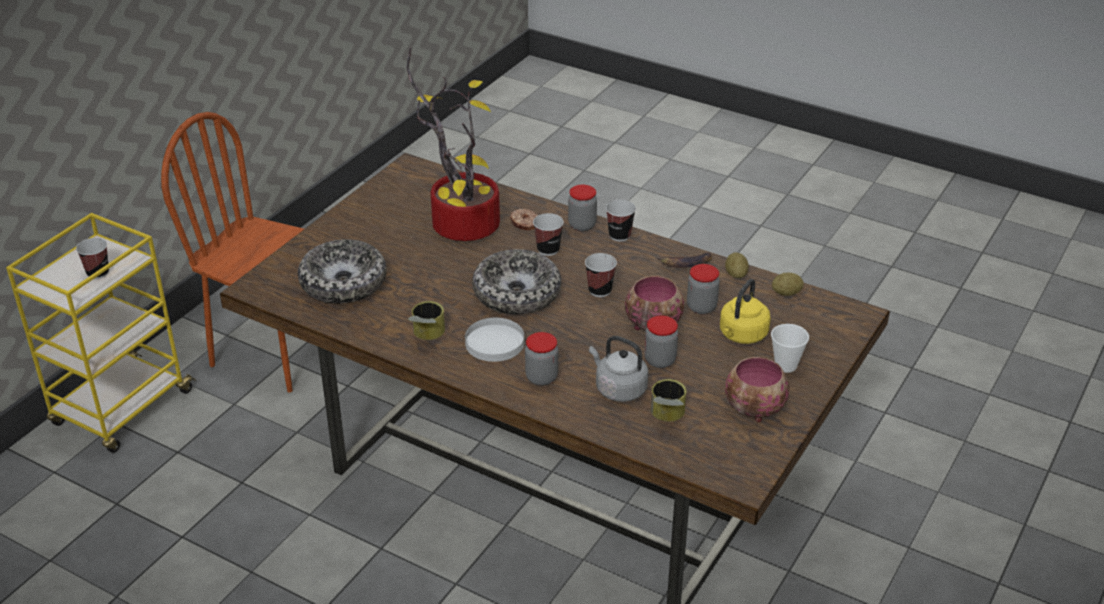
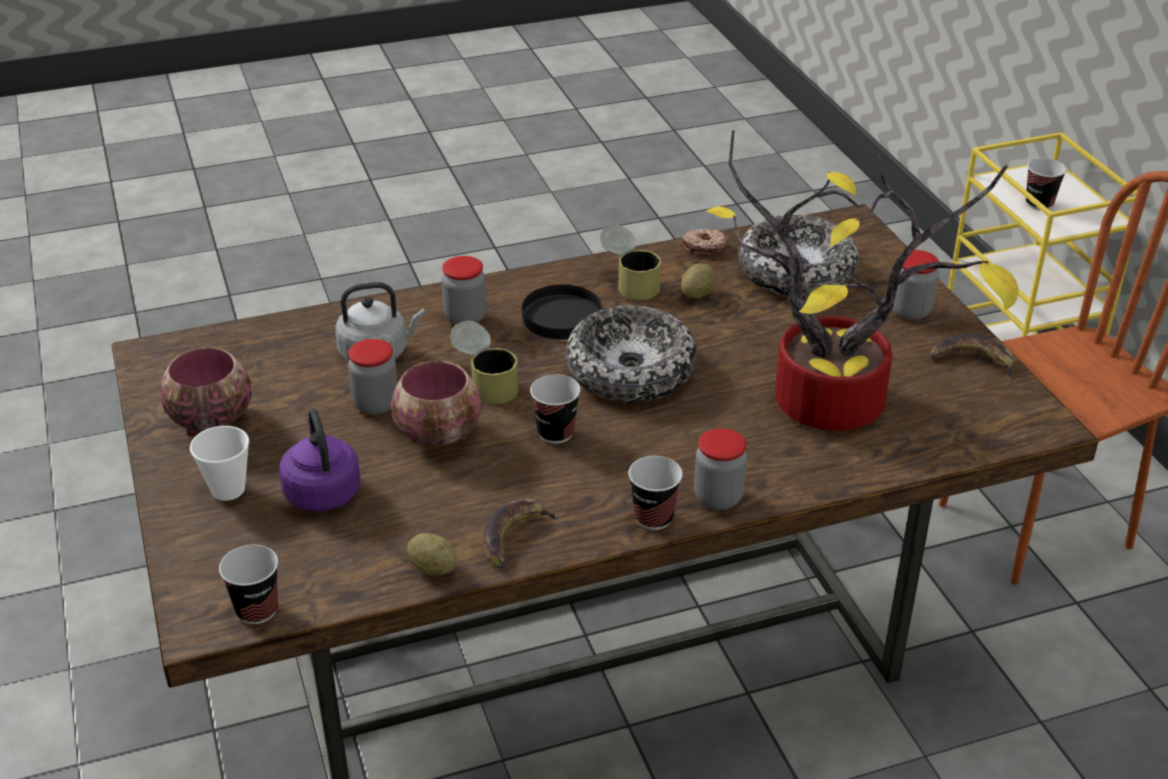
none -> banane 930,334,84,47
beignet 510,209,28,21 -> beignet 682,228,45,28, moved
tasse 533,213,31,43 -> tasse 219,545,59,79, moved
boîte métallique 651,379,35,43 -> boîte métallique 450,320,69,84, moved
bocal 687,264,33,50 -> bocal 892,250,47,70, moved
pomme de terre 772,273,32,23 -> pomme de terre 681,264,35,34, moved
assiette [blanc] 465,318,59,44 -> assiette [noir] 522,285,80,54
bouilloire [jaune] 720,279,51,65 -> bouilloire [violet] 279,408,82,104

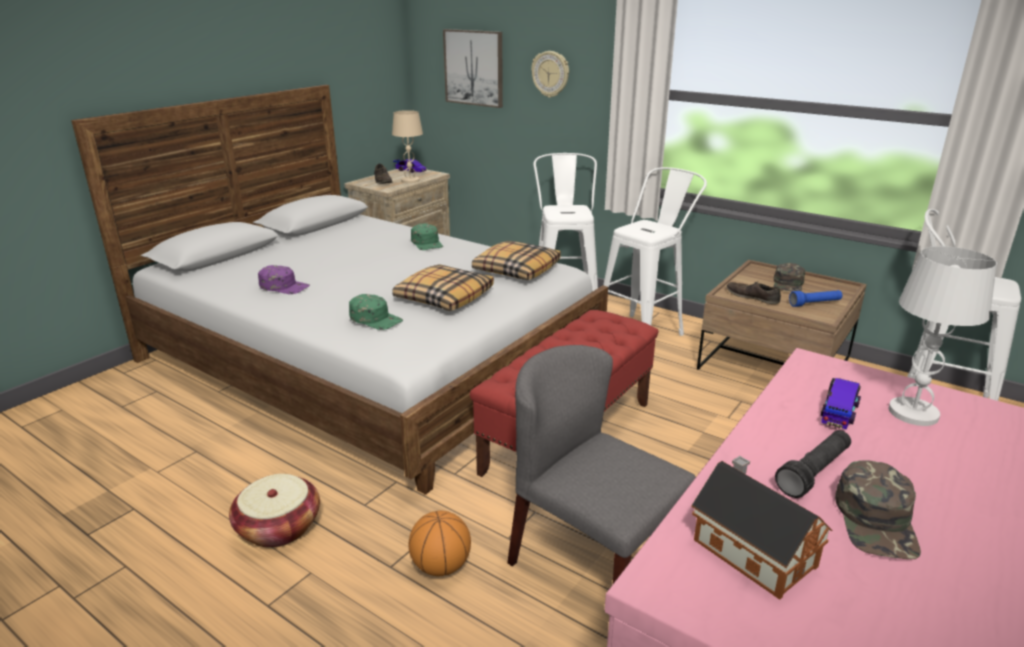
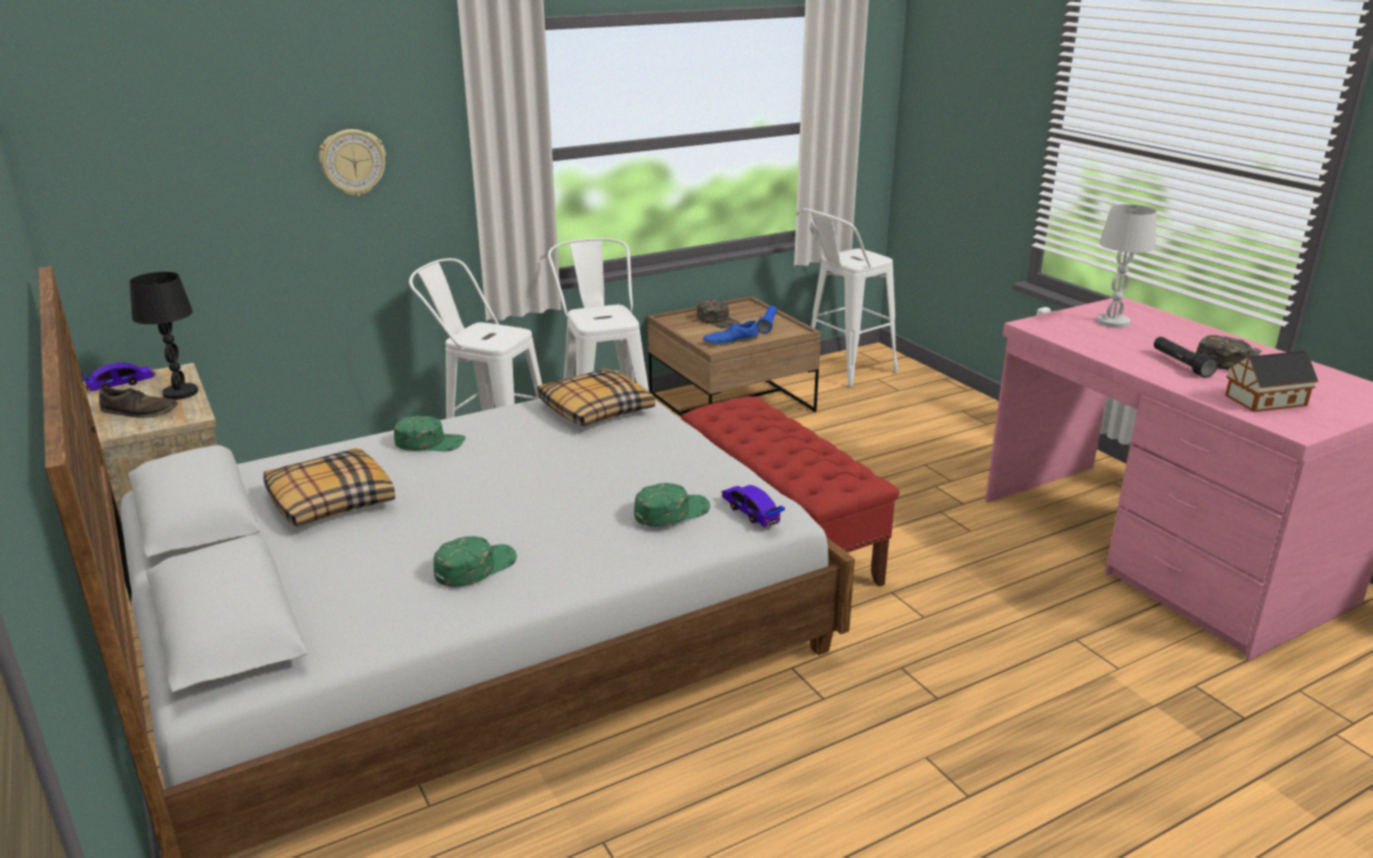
panier 229,474,91,74 -> none
ballon de basket 409,511,62,65 -> none
tableau 443,29,60,79 -> none
chaise [gris] 507,345,189,238 -> none
coussin 392,264,102,47 -> coussin 263,448,132,79, moved
petite voiture 821,378,40,51 -> petite voiture 721,485,64,42, moved
casquette [violet] 258,265,52,29 -> casquette [vert] 434,536,83,51
lampe de table [beige] 392,110,31,73 -> lampe de table [noir] 129,272,69,128
chaussure [marron] 727,282,54,22 -> chaussure [bleu] 703,320,55,26

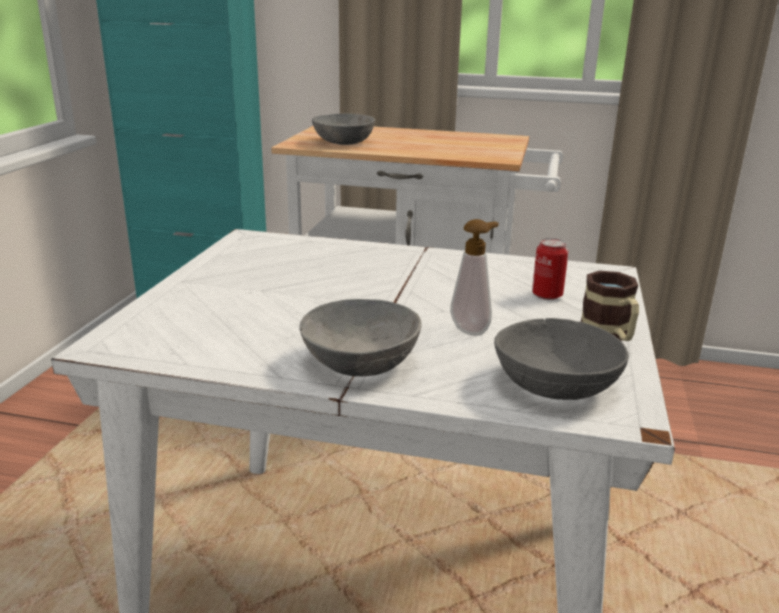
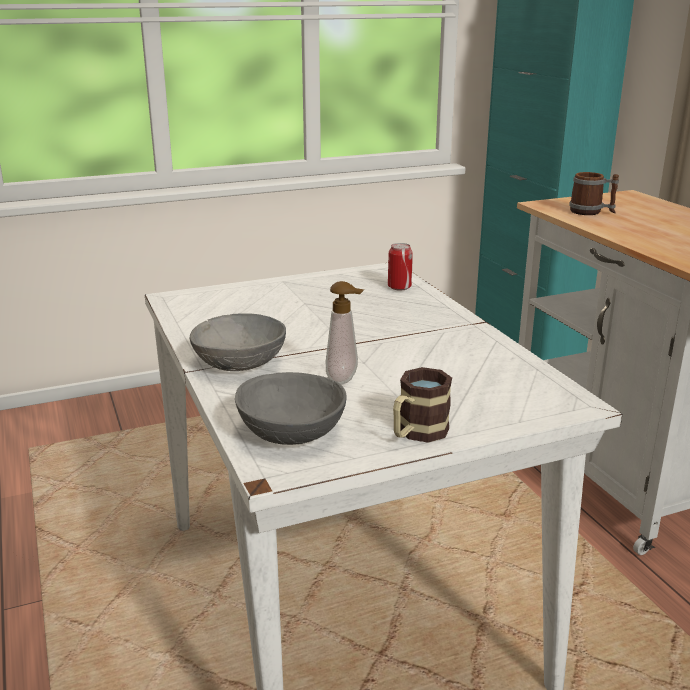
boîte métallique 532,238,36,62 -> boîte métallique 388,243,25,48, moved
bol [gris] 312,114,63,31 -> mug 569,172,50,43

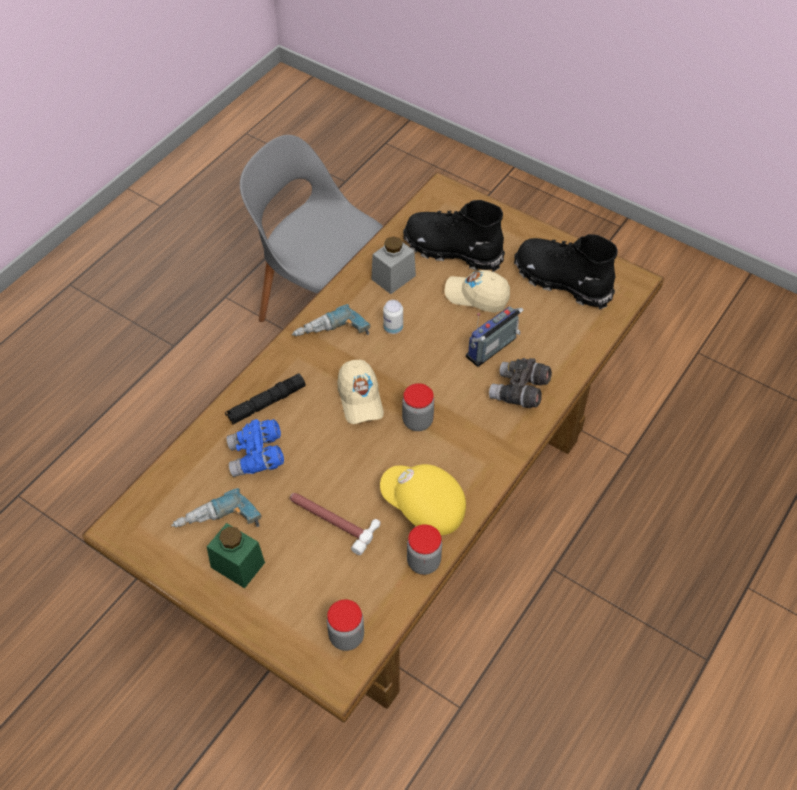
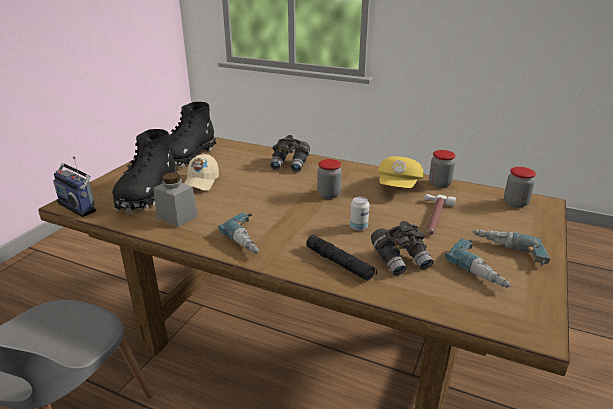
casquette [beige] 337,360,47,64 -> none
boîte métallique 383,300,20,34 -> boîte métallique 350,197,19,34, moved
radio 466,307,57,60 -> radio 53,156,43,61, moved
bocal [vert] 207,523,58,65 -> perceuse 473,229,77,36
jumelles [bleu] 226,419,58,58 -> jumelles [gris] 371,221,62,54

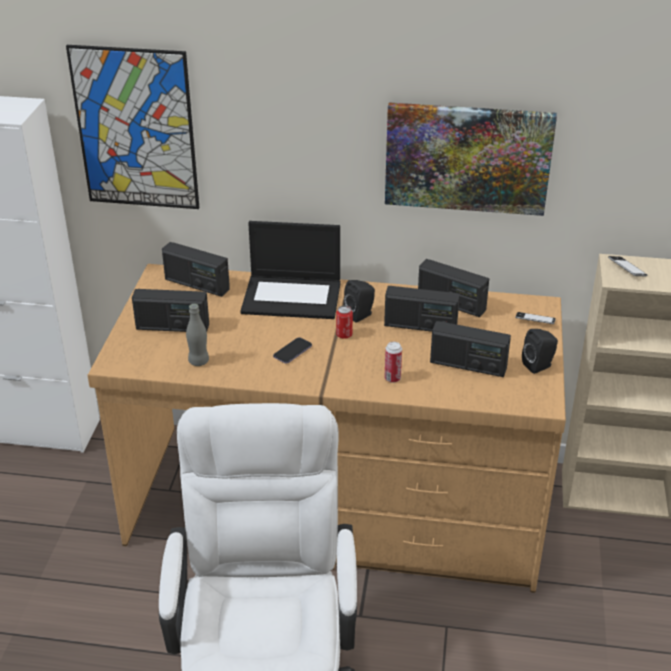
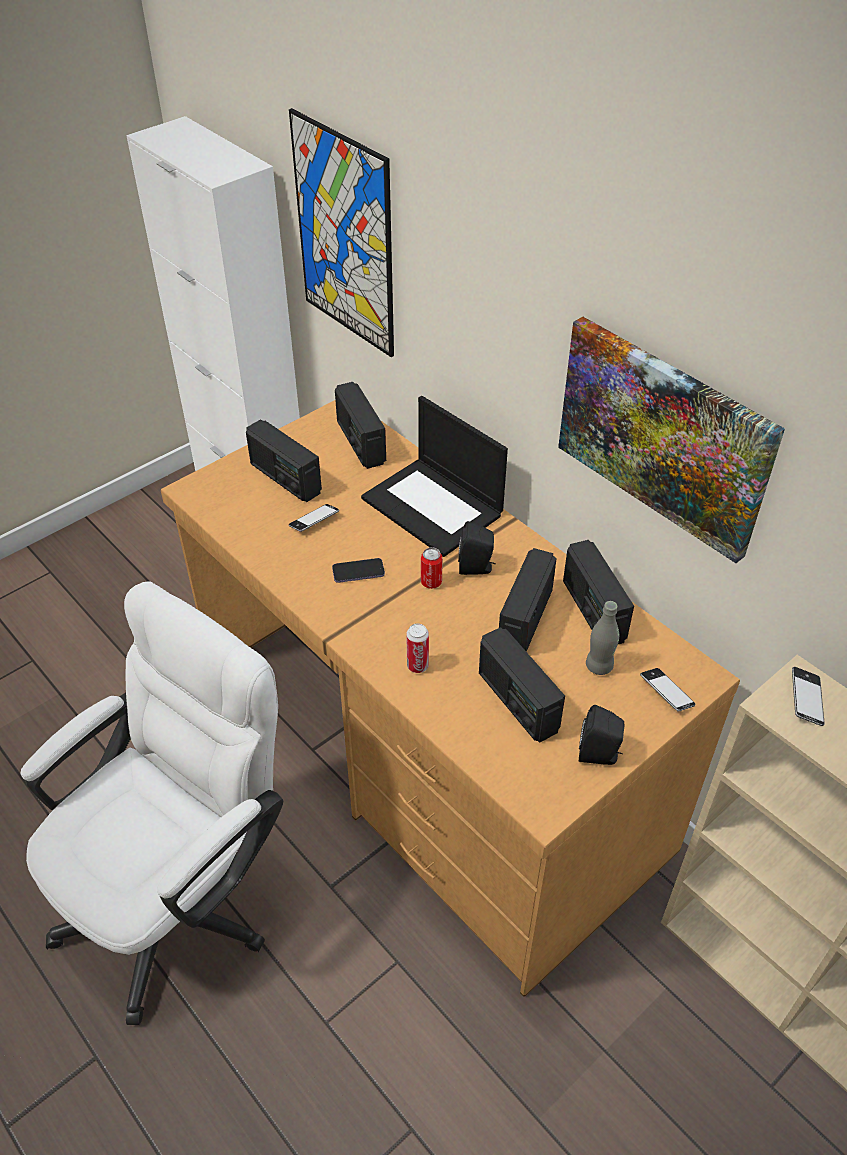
none -> téléphone 289,504,50,28
bouteille [gris] 186,304,23,62 -> bouteille [gris] 586,601,33,74, moved
radio 384,286,76,46 -> radio 499,548,58,104, 60 degrees clockwise

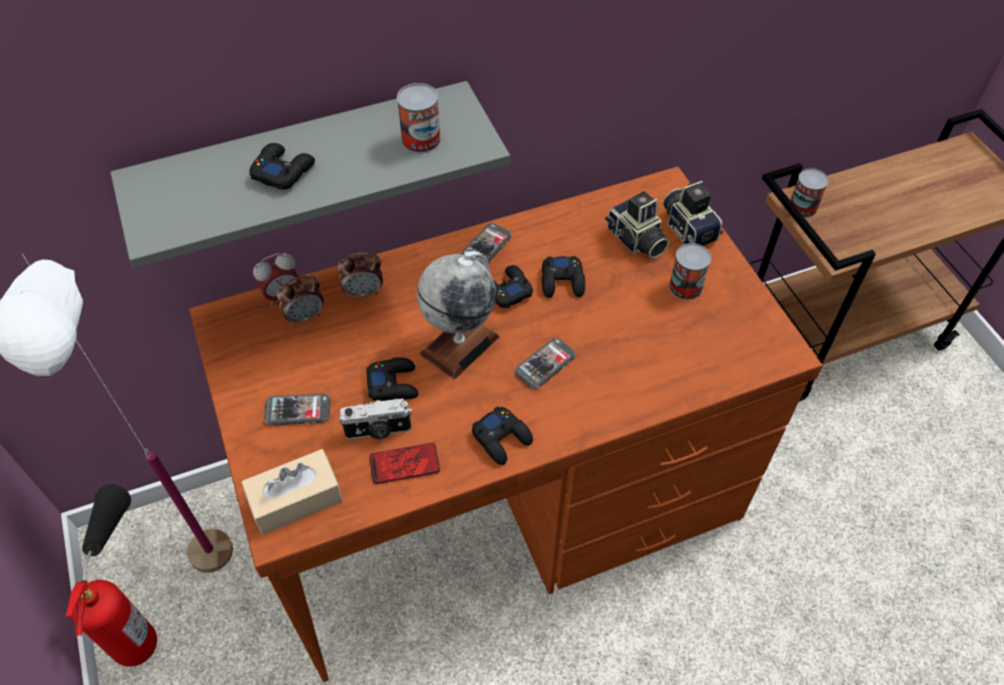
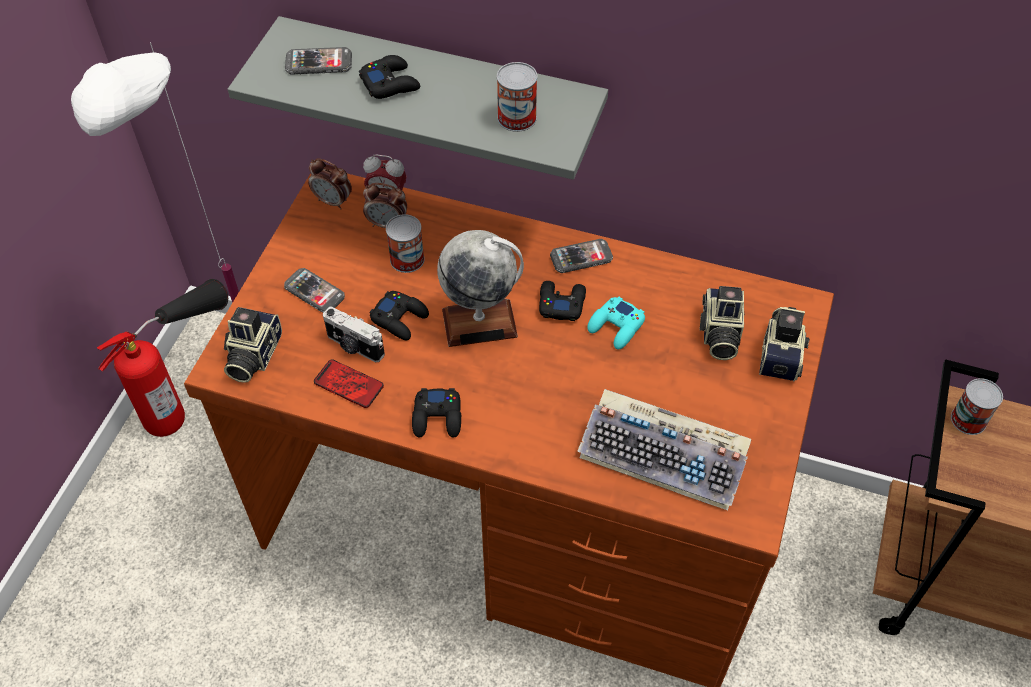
none -> clavier 578,389,173,121
réveil 338,253,45,46 -> réveil 308,158,44,52, moved
téléphone 515,338,60,51 -> téléphone 285,47,67,28, moved
boîte métallique 669,243,42,57 -> boîte métallique 386,214,39,59, moved
boîte à mouchoirs [beige] 241,449,102,86 -> appareil photo 224,307,58,76
manette [noir] 542,256,43,42 -> manette [turquoise] 587,296,58,53

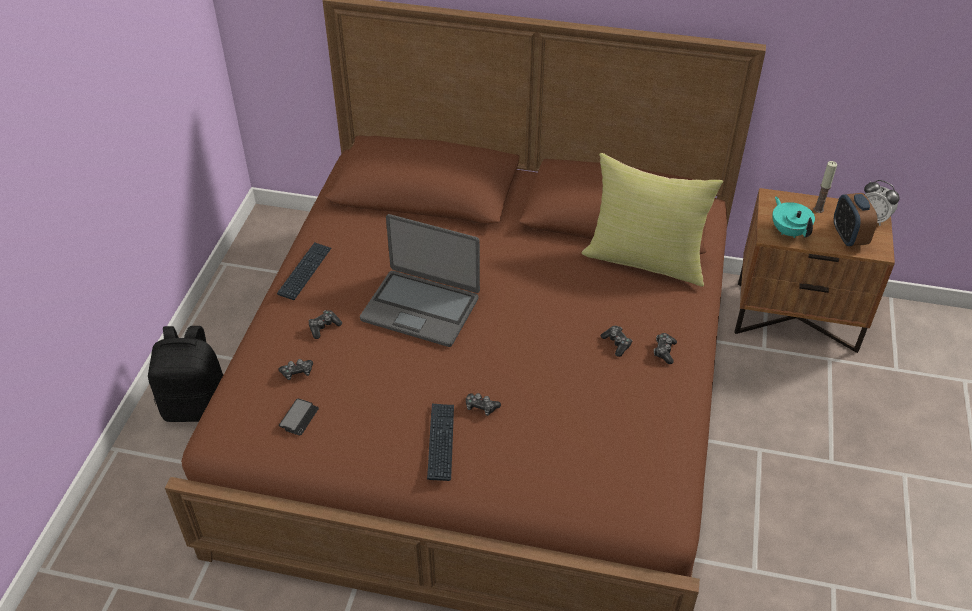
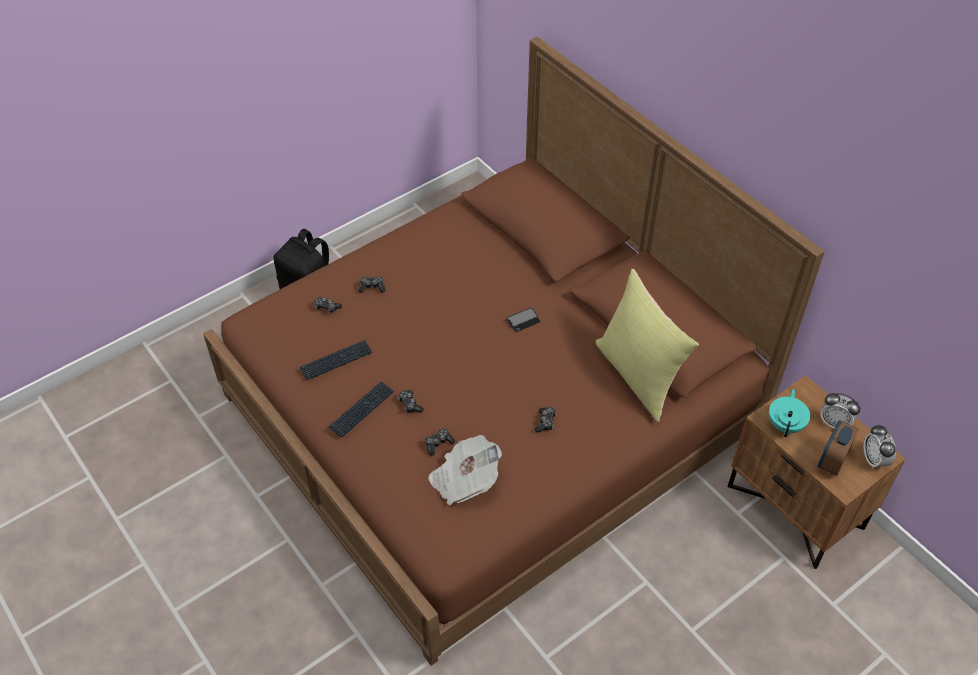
ordinateur portable 360,214,120,133 -> none
none -> journal 428,435,74,70
clavier 277,242,54,58 -> clavier 300,340,72,40, moved
téléphone 279,399,40,36 -> téléphone 506,308,34,24, moved
manette 654,333,23,31 -> manette 425,428,30,28, moved
bougie 814,161,23,52 -> réveil 820,393,40,35

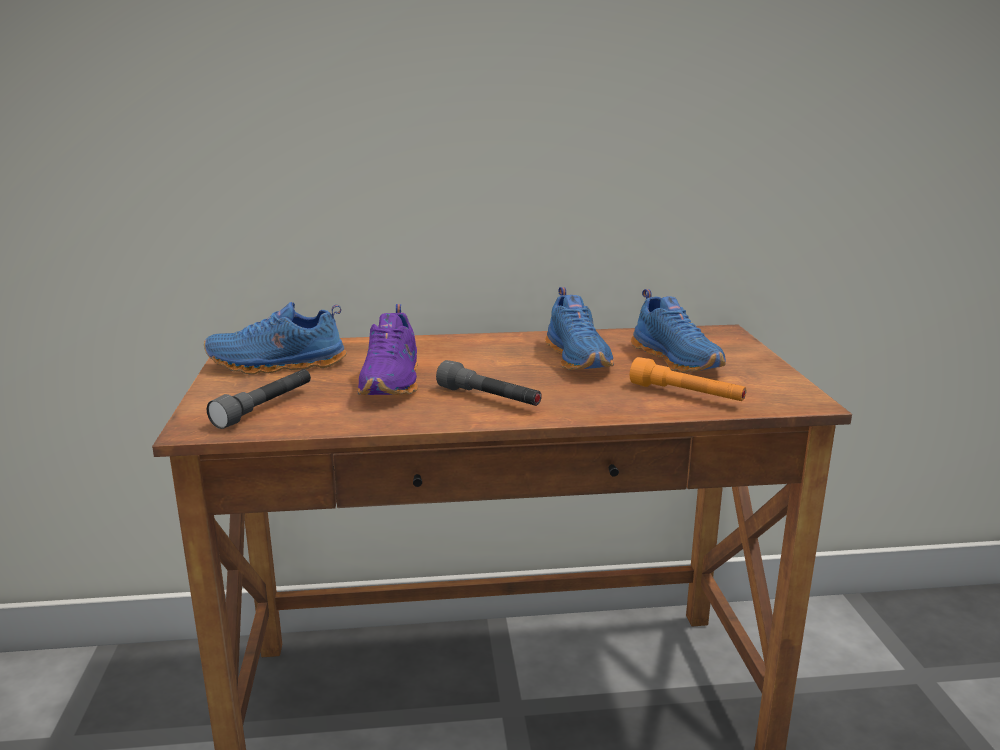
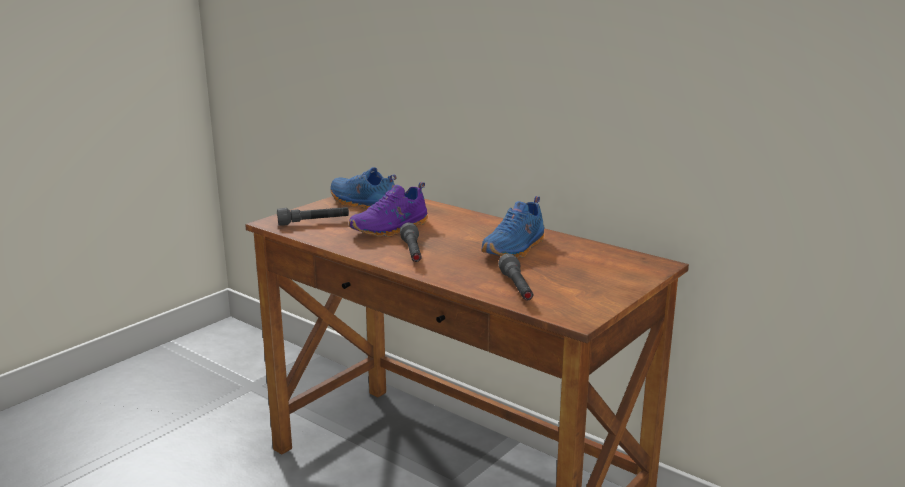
chaussure [bleu] 631,289,95,83 -> none
lampe de poche [orange] 630,357,116,44 -> lampe de poche [gris] 498,254,35,47

